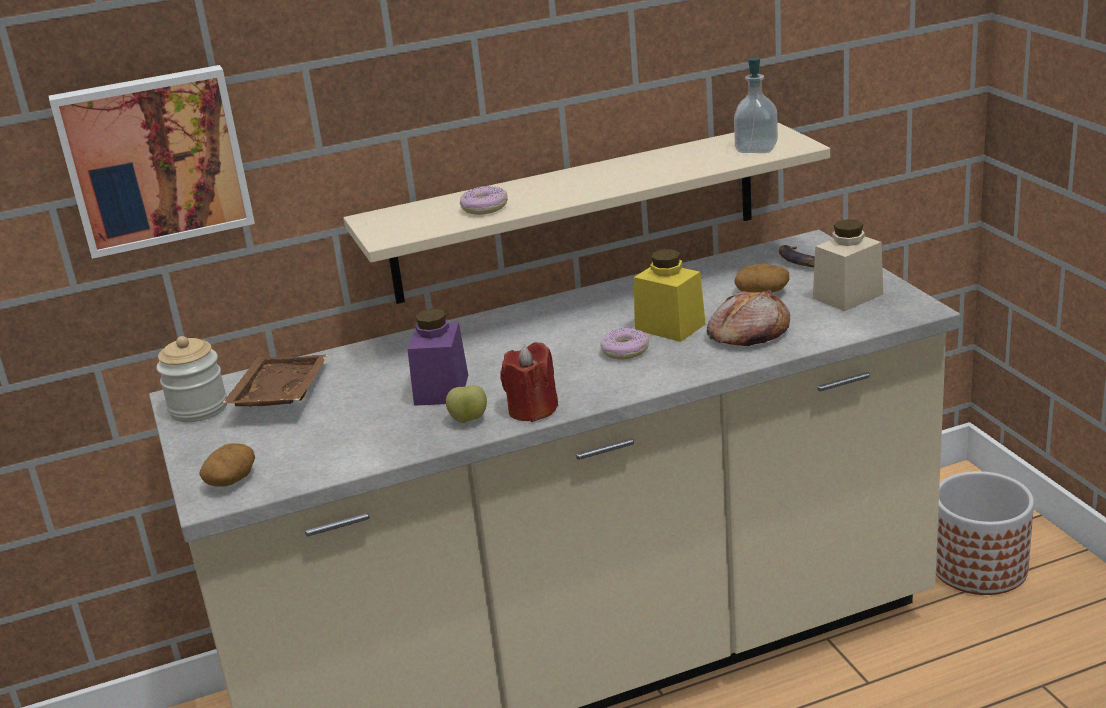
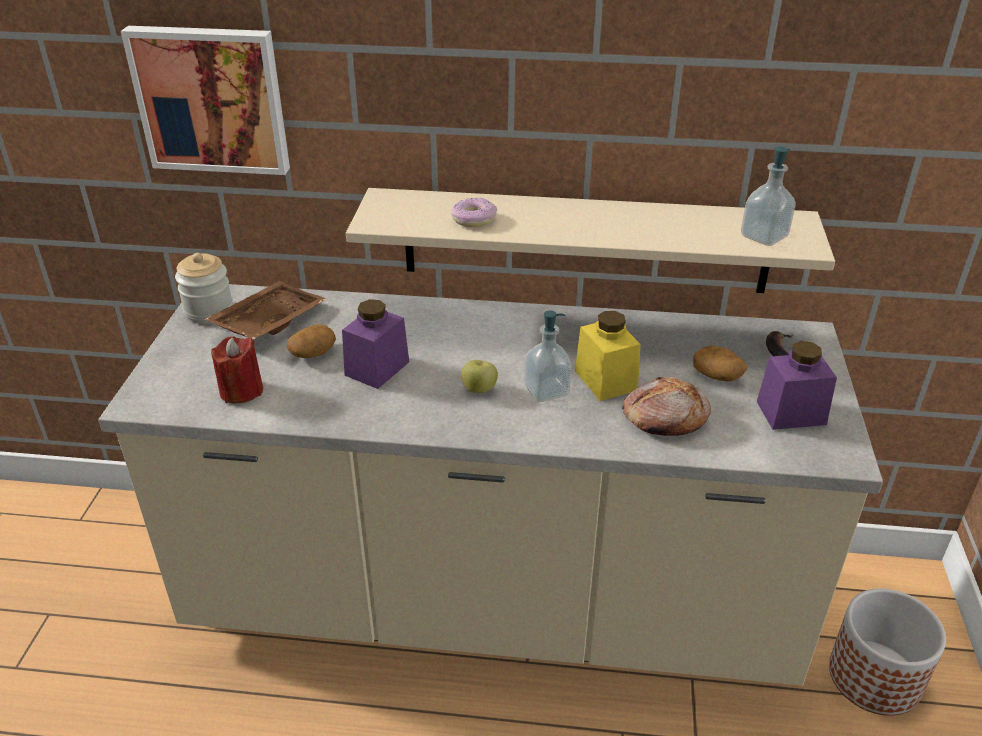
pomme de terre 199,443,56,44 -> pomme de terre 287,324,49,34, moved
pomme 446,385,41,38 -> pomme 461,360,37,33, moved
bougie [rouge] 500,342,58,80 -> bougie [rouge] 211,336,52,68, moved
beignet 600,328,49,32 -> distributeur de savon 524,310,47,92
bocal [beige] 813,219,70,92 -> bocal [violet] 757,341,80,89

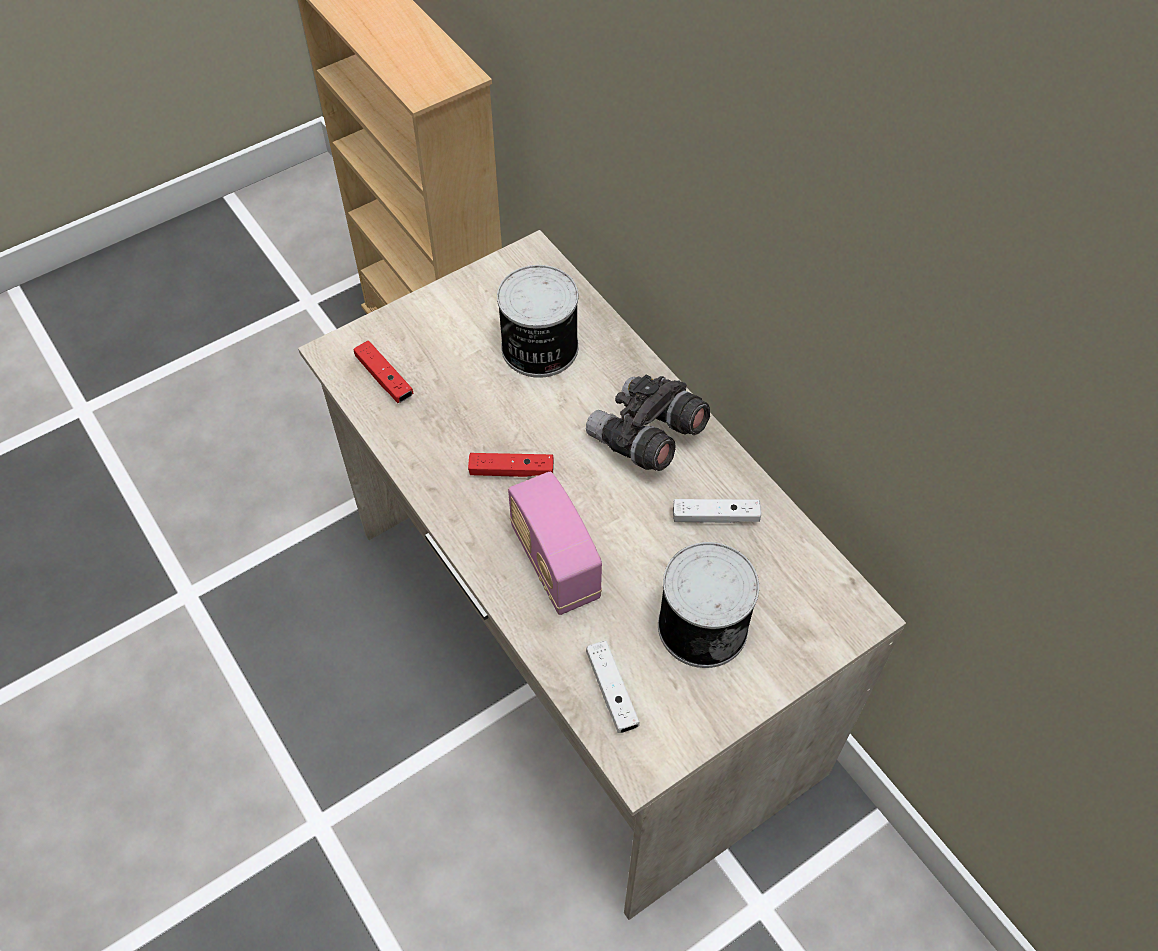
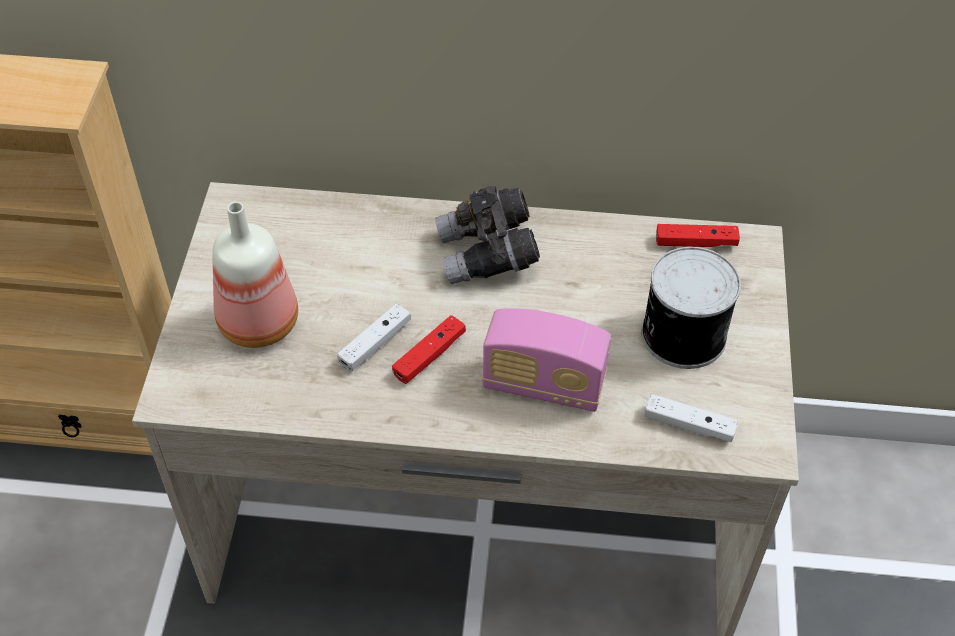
boîte métallique 497,265,82,113 -> none
none -> bouteille 212,202,86,146
manette [rouge] 353,341,61,62 -> manette [rouge] 656,224,84,23, moved
manette [blanc] 673,499,88,24 -> manette [blanc] 337,303,74,69, moved

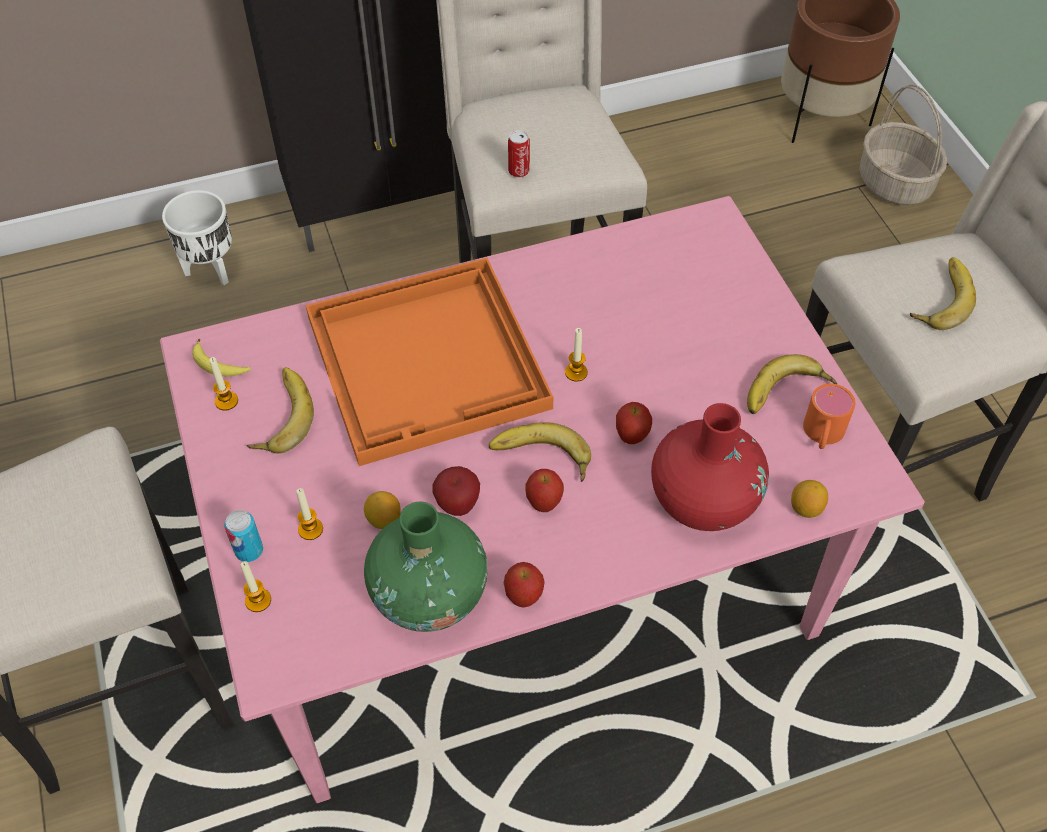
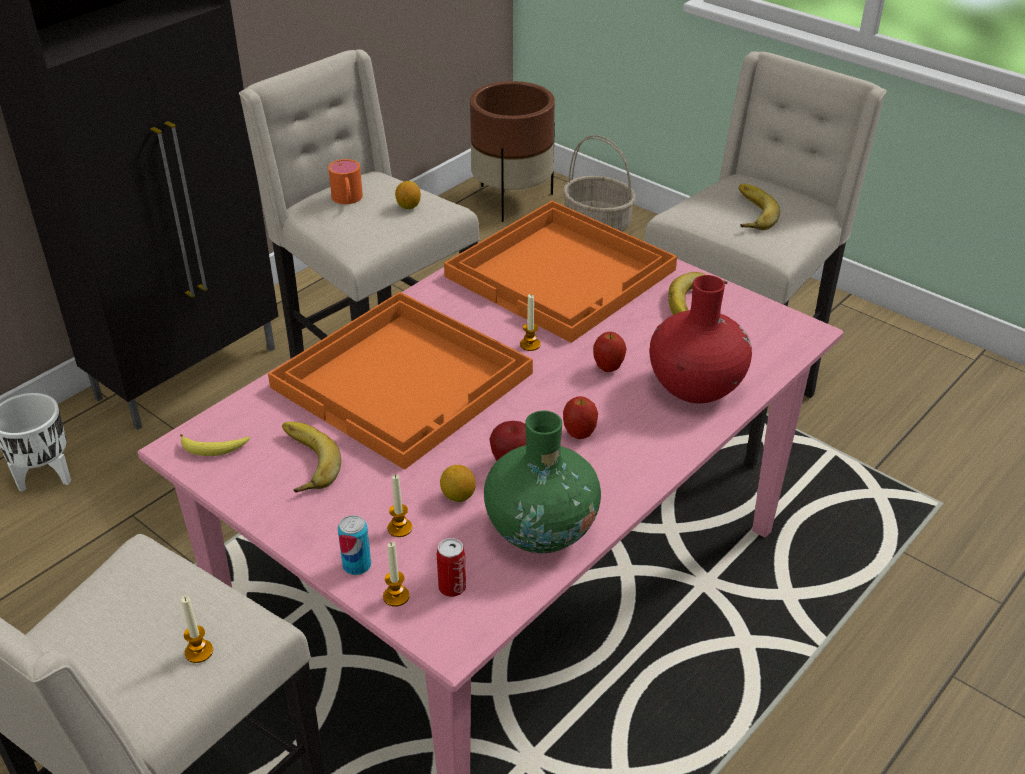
banane 489,422,102,60 -> none
pomme 504,562,41,46 -> none
none -> plateau [orange] 444,201,233,142
bougie 209,357,29,54 -> bougie 181,596,32,67, moved
boîte métallique 508,130,22,48 -> boîte métallique 437,538,29,59, moved
citron 791,480,37,38 -> citron 395,181,26,28, moved
mug [orange] 803,384,52,65 -> mug [orange] 328,159,35,45, moved

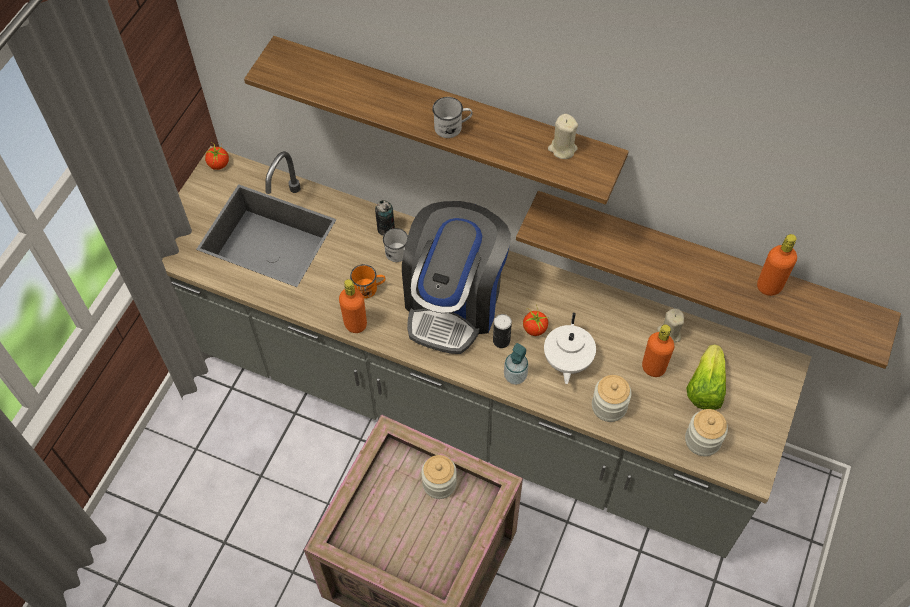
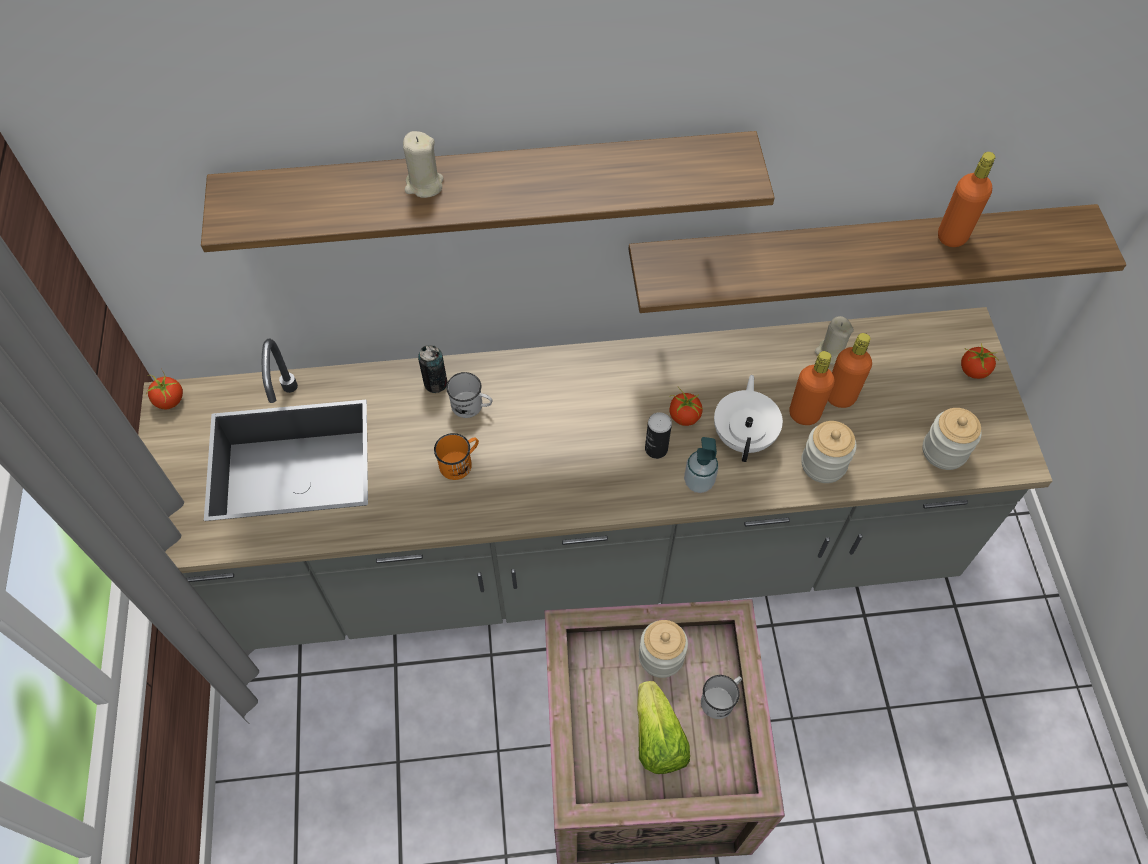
machine à café 402,201,109,153 -> none
none -> tomate 961,343,38,36
bouteille [orange] 339,279,28,54 -> bouteille [orange] 789,351,46,74, moved
mug [blanc] 432,97,41,41 -> mug [blanc] 701,675,41,44, moved
bougie [beige] 548,114,30,45 -> bougie [beige] 403,131,40,67, moved
laitue 686,344,40,66 -> laitue 637,681,53,93, moved
théière [blanc] 544,313,52,71 -> théière [blanc] 714,375,69,87, 150 degrees counterclockwise

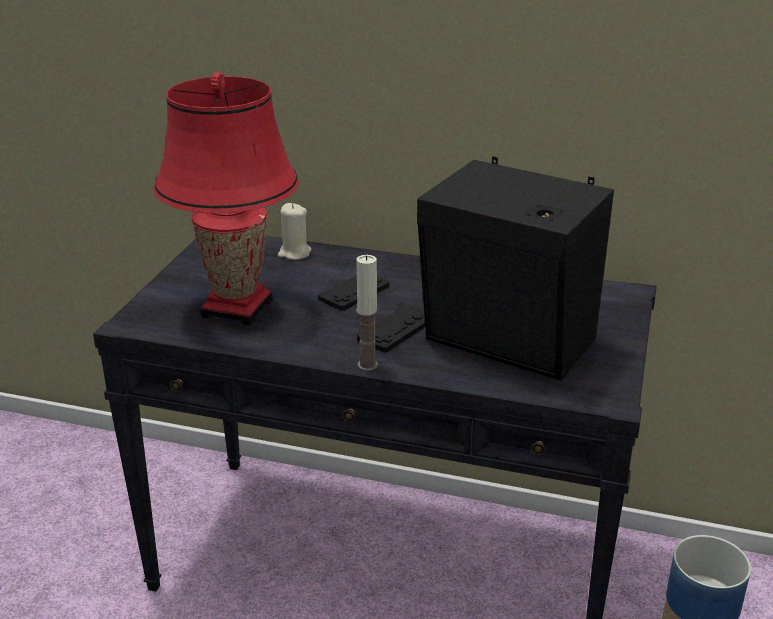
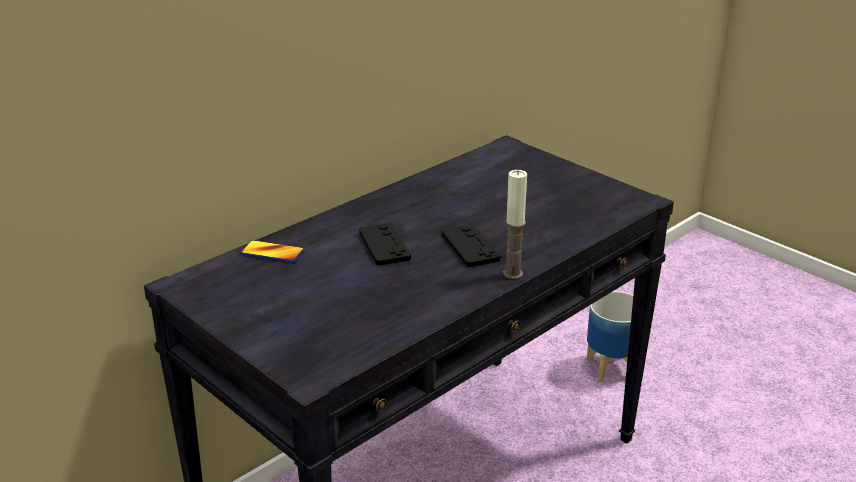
lampe de table [rouge] 153,73,146,253 -> none
enceinte [noir] 417,156,197,225 -> none
bougie [beige] 278,203,33,57 -> téléphone 241,240,64,23

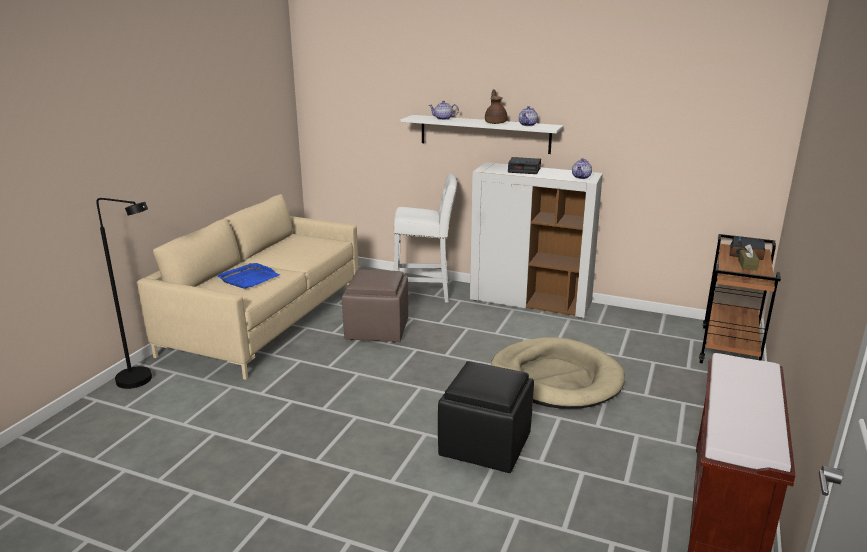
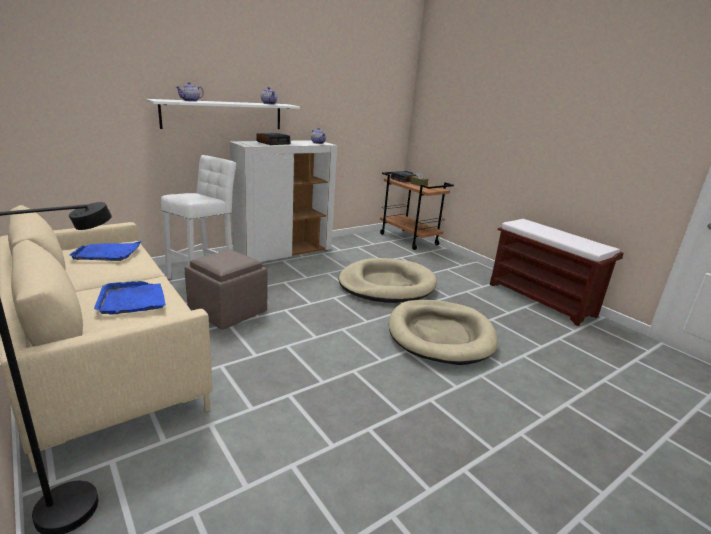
théière [marron] 485,89,23,35 -> none
none -> plateau [bleu] 69,241,73,20
pouf [noir] 438,361,96,112 -> panier pour chien [beige] 389,300,109,65

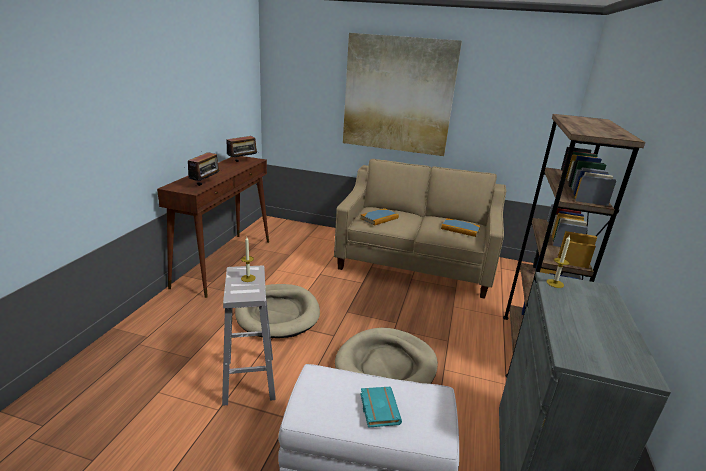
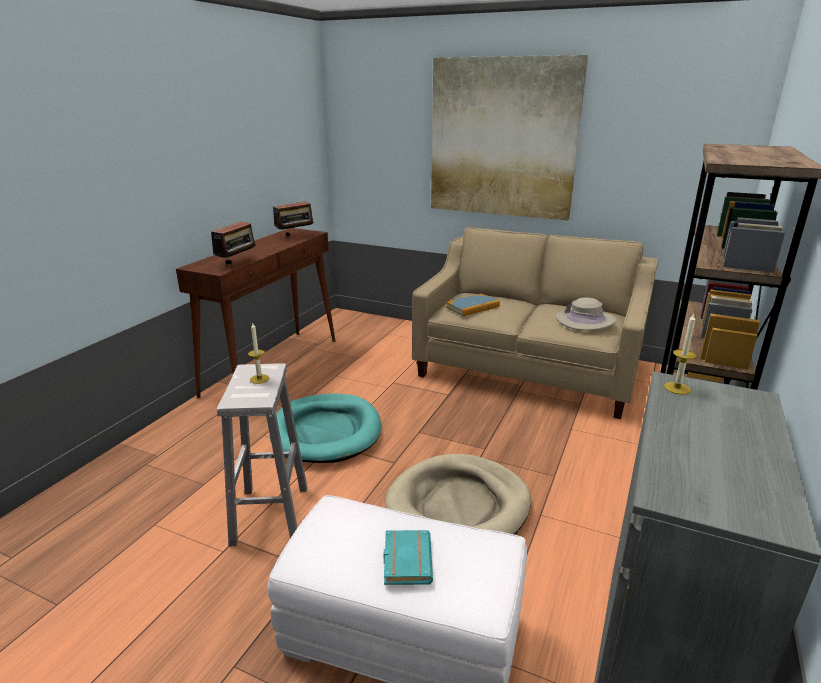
livre 441,218,39,19 -> chapeau [beige] 556,298,60,33
panier pour chien [beige] 235,284,85,54 -> panier pour chien [turquoise] 269,394,112,69

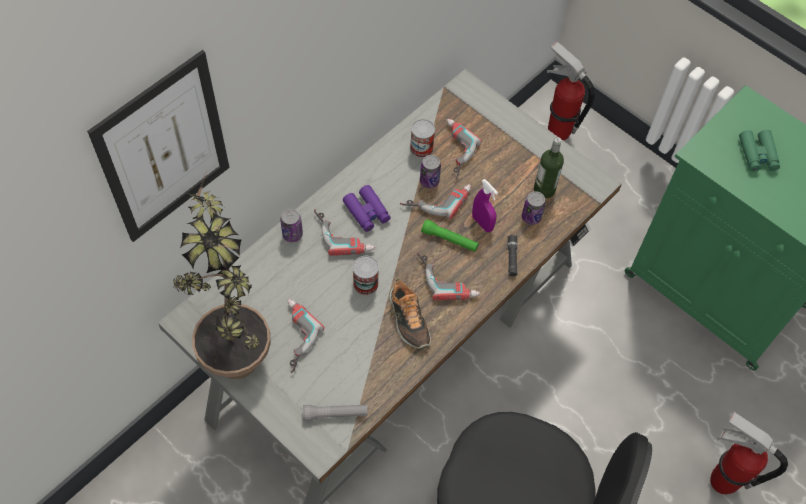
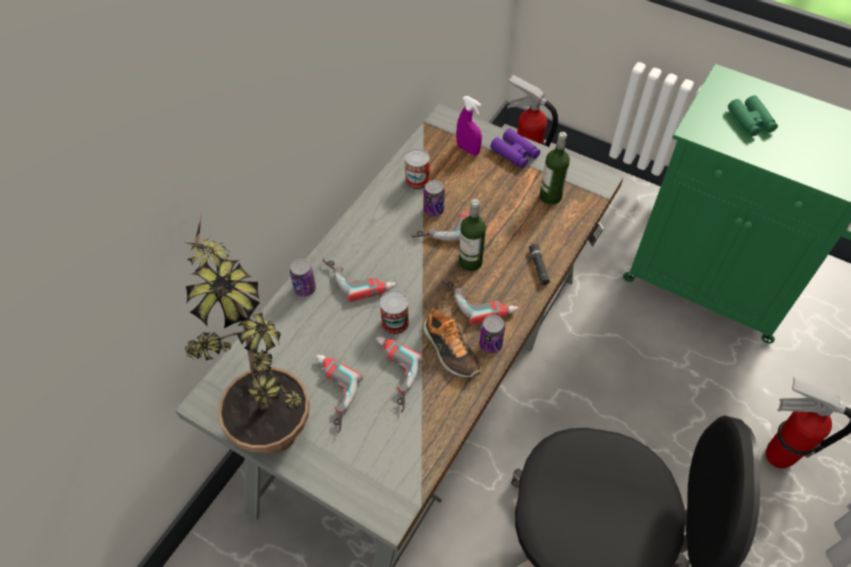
tableau 87,50,143,192 -> none
lampe de poche [gris] 303,404,65,17 -> none
jumelles [violet] 343,185,48,47 -> jumelles [violet] 490,128,50,40, moved
perceuse 446,119,35,59 -> perceuse 376,336,47,77, moved
vaporisateur [violet] 472,179,26,53 -> vaporisateur [violet] 456,96,26,59, moved
boîte métallique 522,191,24,34 -> boîte métallique 479,315,26,38, moved
lampe de poche [vert] 421,219,58,33 -> bouteille 459,199,27,72

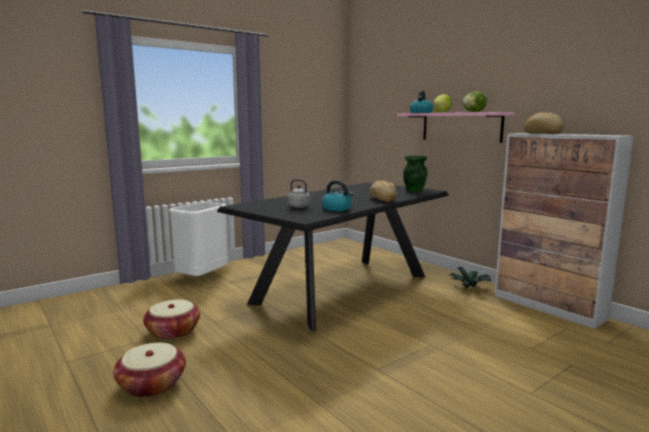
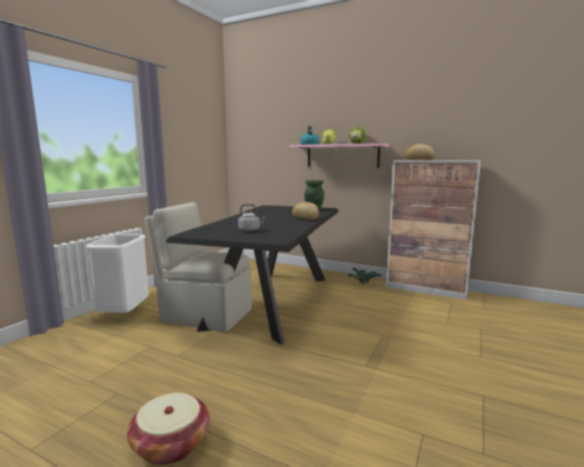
panier 143,299,57,41 -> none
bouilloire 322,180,31,31 -> none
none -> chaise [beige] 144,202,108,130

